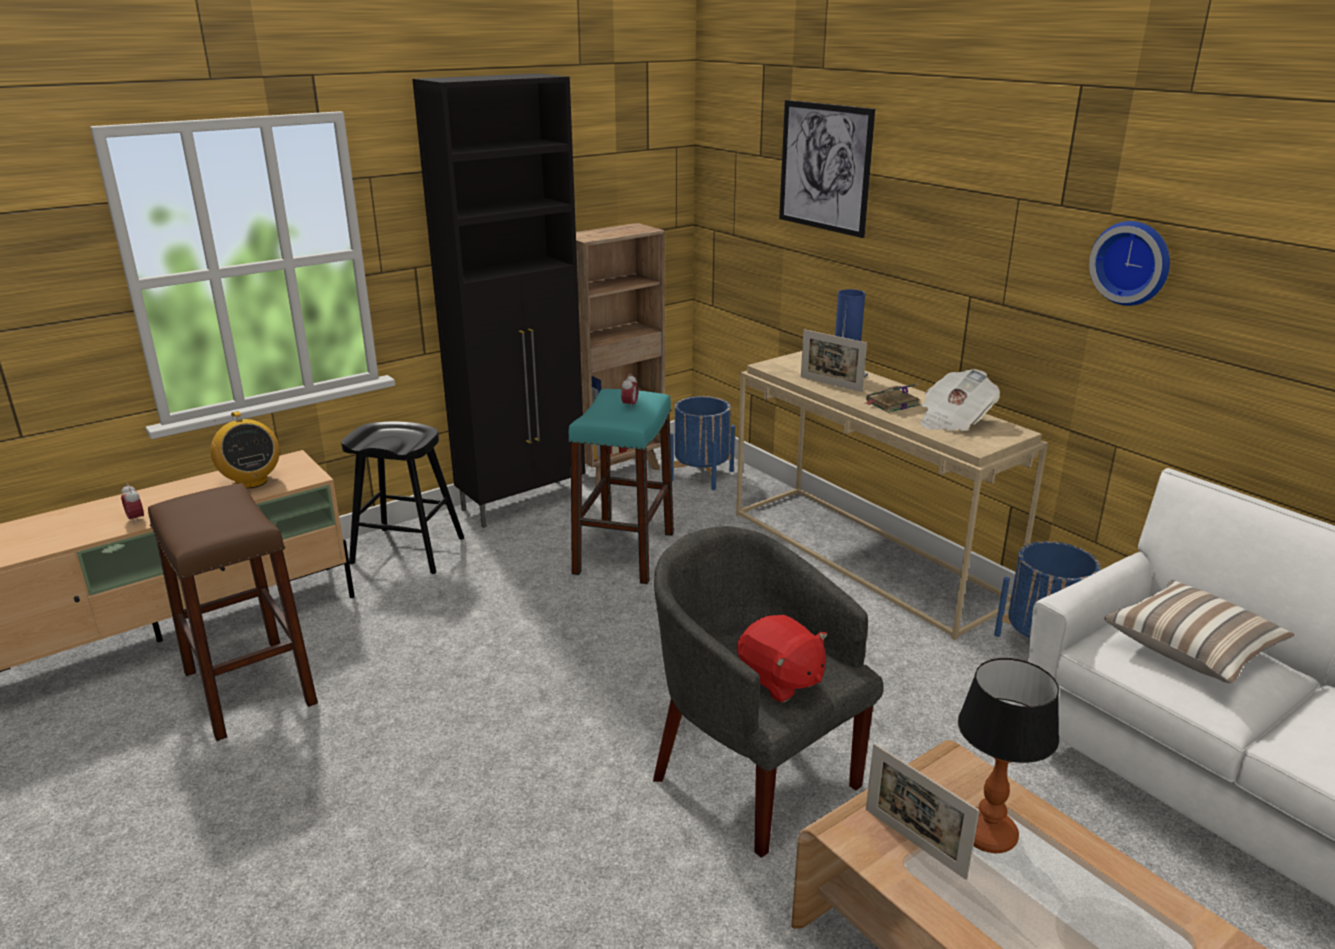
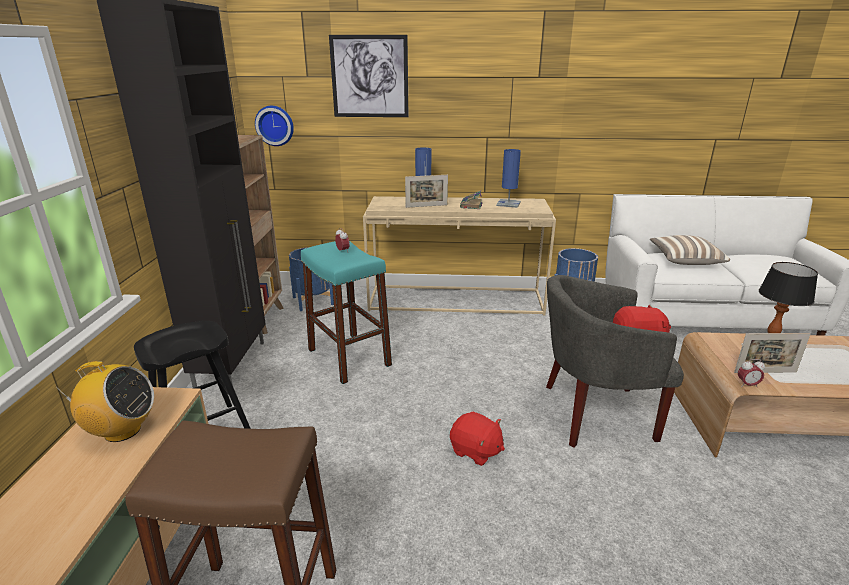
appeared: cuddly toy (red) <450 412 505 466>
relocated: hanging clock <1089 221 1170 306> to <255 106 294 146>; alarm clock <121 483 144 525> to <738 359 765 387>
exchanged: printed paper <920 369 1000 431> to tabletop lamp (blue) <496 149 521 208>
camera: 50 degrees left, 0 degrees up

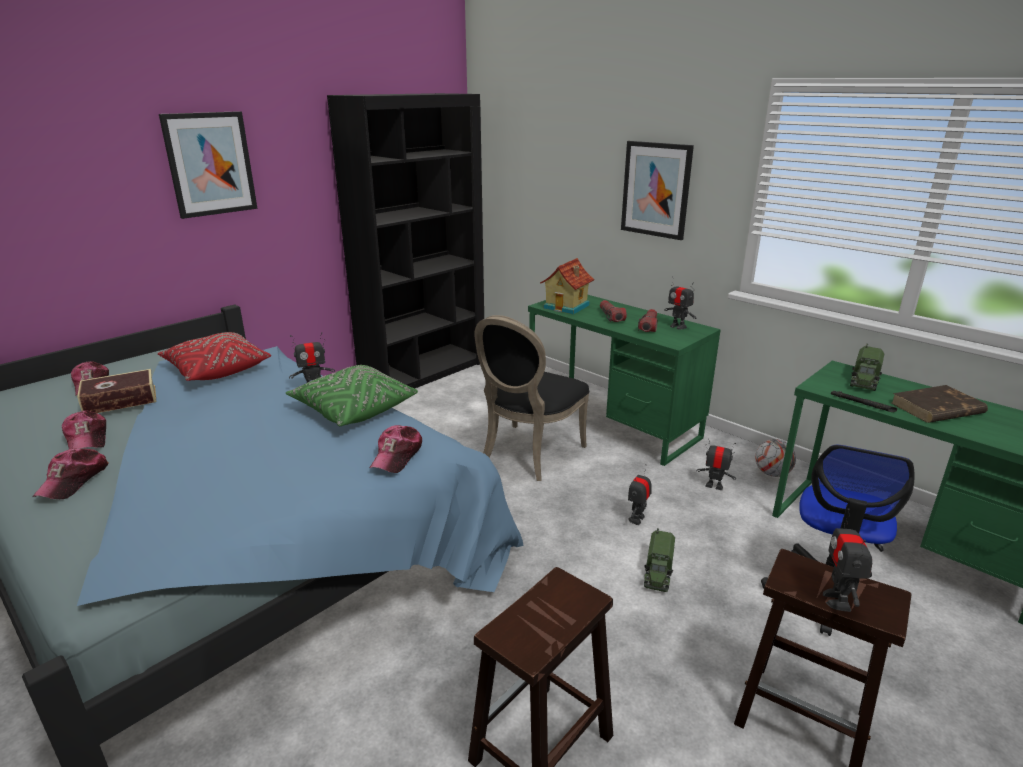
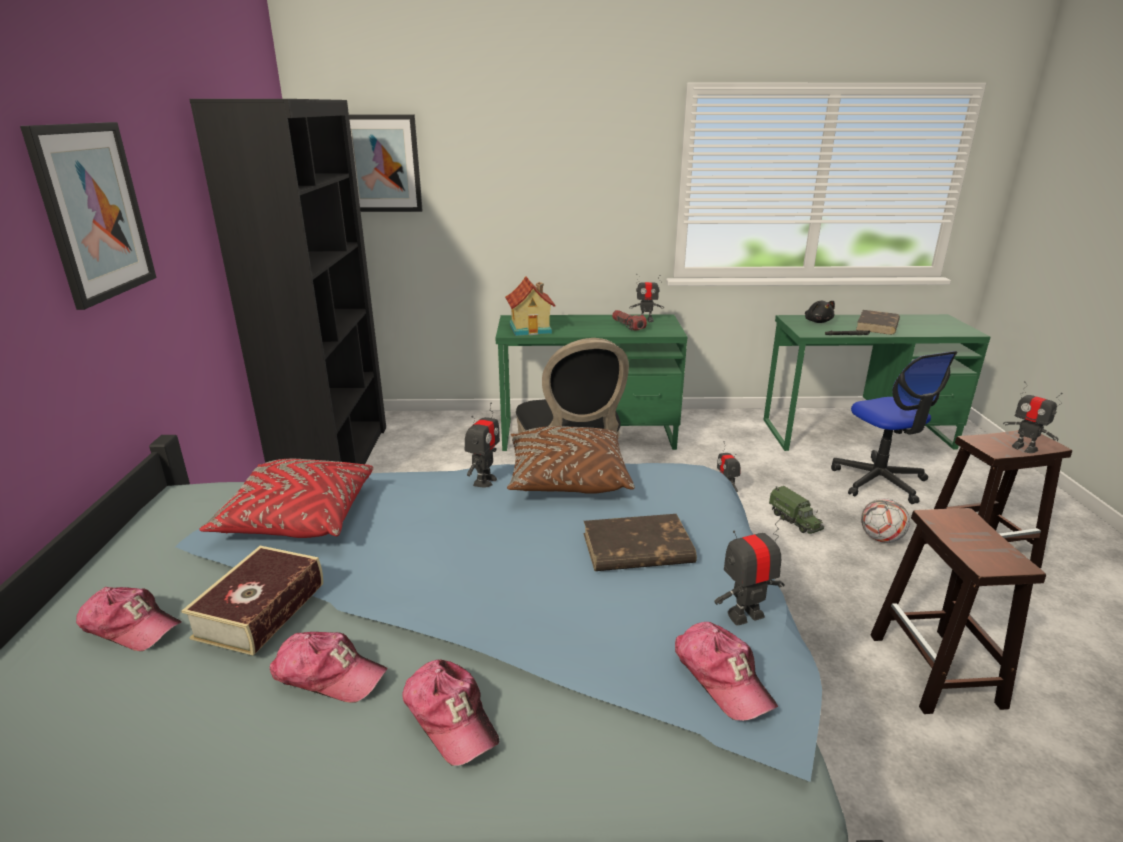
missing: hand torch <600 300 627 322>
appeared: volume (brown) <583 514 697 571>
relocated: wall art <621 141 694 240> to <349 115 423 212>; baseball cap <370 425 422 473> to <675 622 778 721>; model robot <696 439 736 490> to <714 517 785 625>; football <755 439 796 477> to <861 498 910 543>
exchanged: model truck <850 343 884 391> to cuddly toy (black-coloured) <805 301 835 323>
colour: cushion (green) <286 365 418 426> to cushion (brown) <507 426 635 494>
camera: 45 degrees left, 0 degrees up

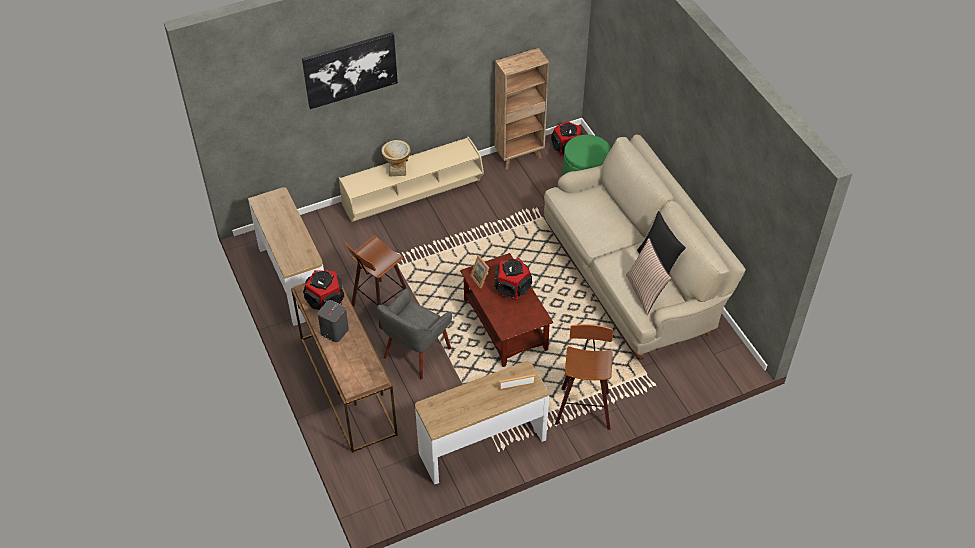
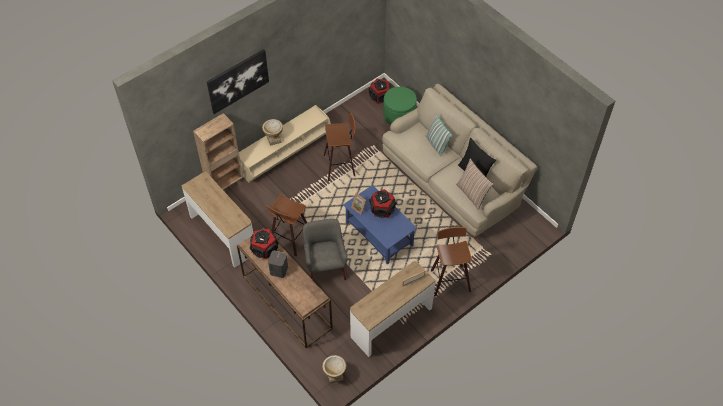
appeared: decorative vase <322 355 346 384>; stool seat <324 113 355 182>; cushion <426 114 452 157>
relocated: bookcase (brown) <495 48 549 170> to <193 113 243 190>
colour: low table (brown) <460 253 553 367> to low table (blue) <343 185 417 265>
spun: easy chair (grey) <377 288 452 379> = <303 219 347 280> 150 degrees clockwise
camera: 15 degrees left, 5 degrees up

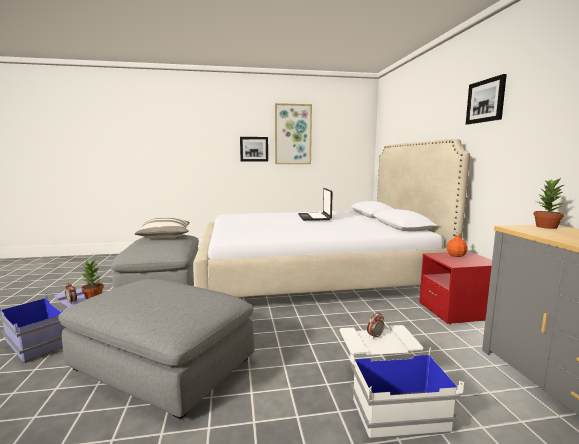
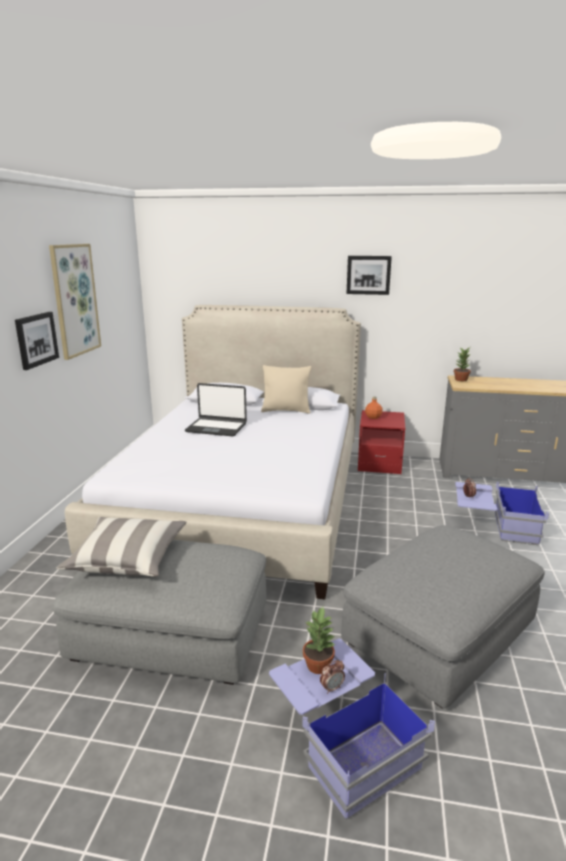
appeared: cushion (sand-coloured) <261 365 312 414>
colour: storage bin (whitish) <339 325 464 440> to storage bin (blue) <455 482 549 545>
camera: 70 degrees left, 10 degrees up

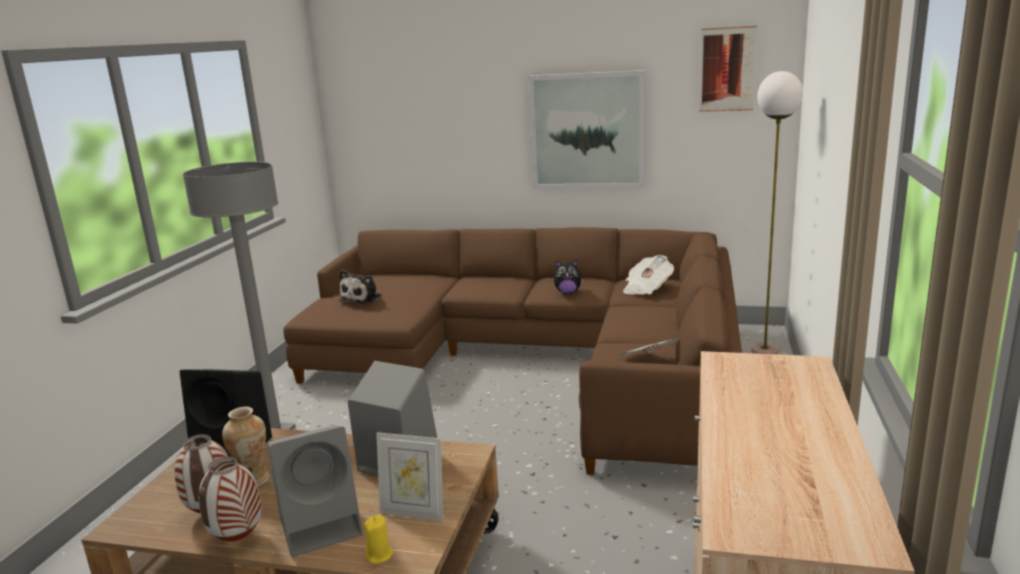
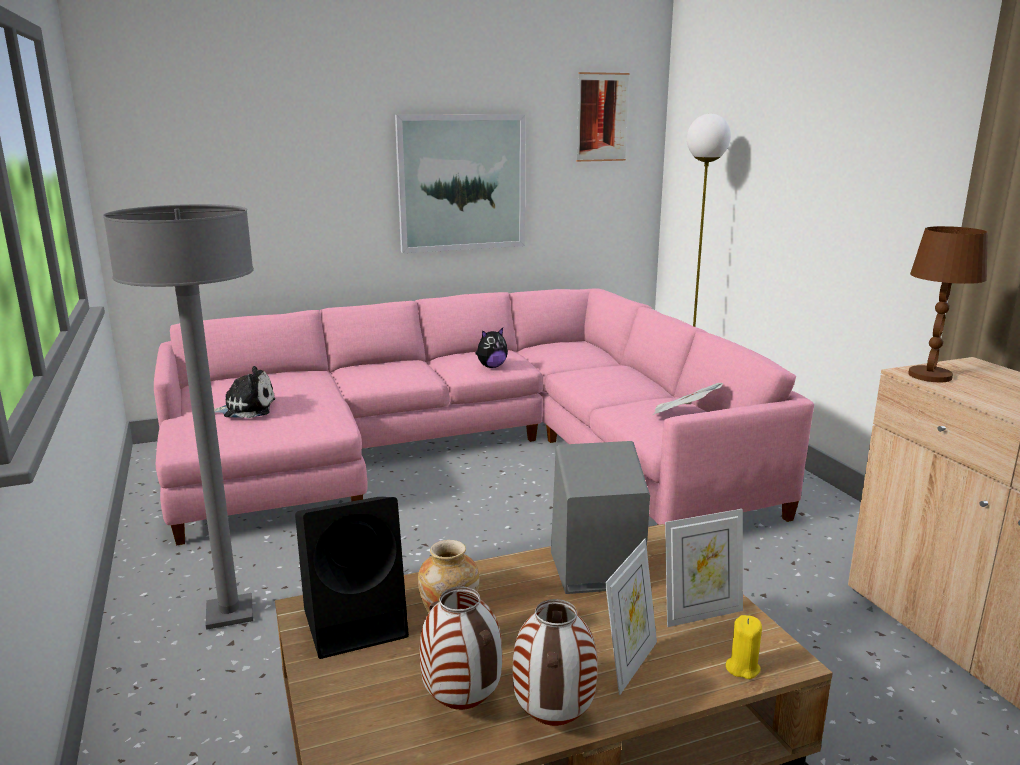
missing: printed paper <623 255 674 295>
appeared: tabletop lamp (brown) <908 226 988 382>
exchanged: loudspeaker (grey) <267 425 363 557> to standing frame <605 539 657 695>
colour: sofa (brown) <283 227 742 475> to sofa (pinkish) <154 288 814 546>
spun: cuddly toy <339 270 382 304> = <214 366 275 418> 90 degrees counterclockwise
camera: 35 degrees left, 0 degrees up

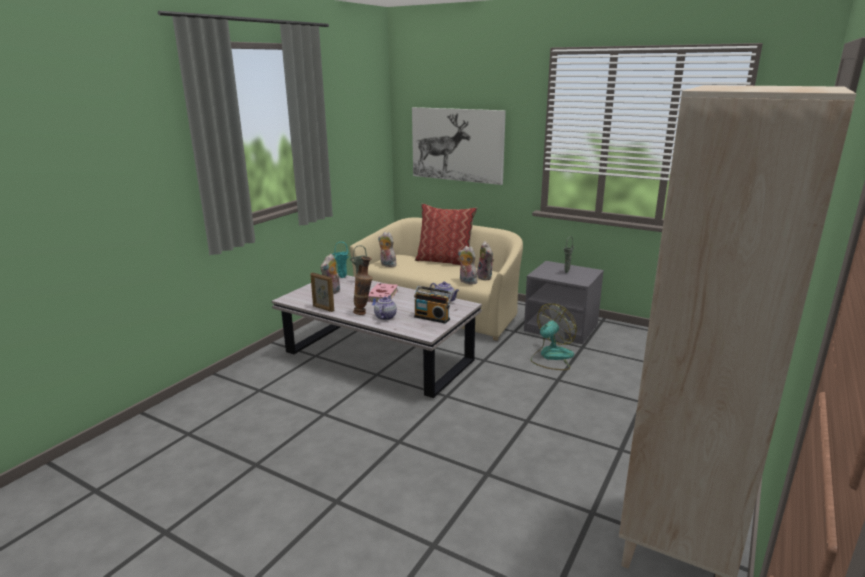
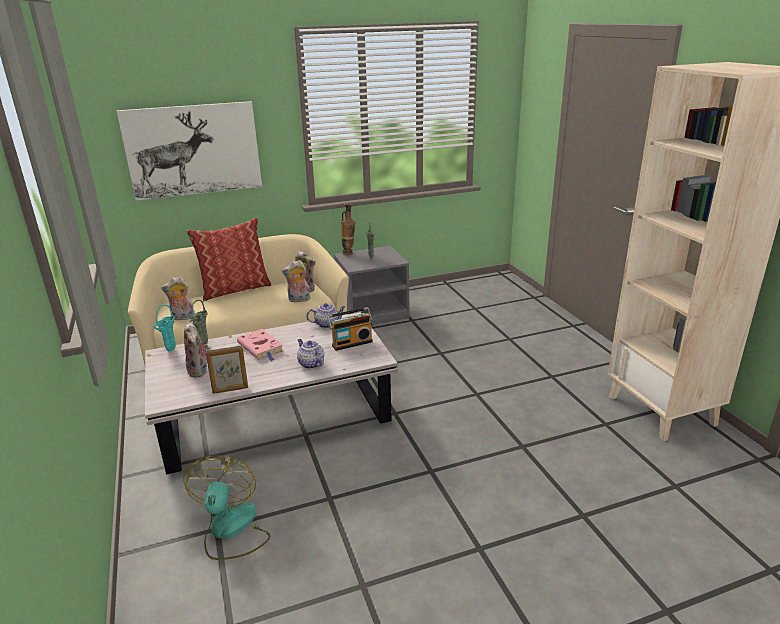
relocated: electric fan <531 304 577 370> to <183 455 270 560>; decorative vase <353 257 373 315> to <341 204 356 255>
camera: 50 degrees left, 5 degrees up

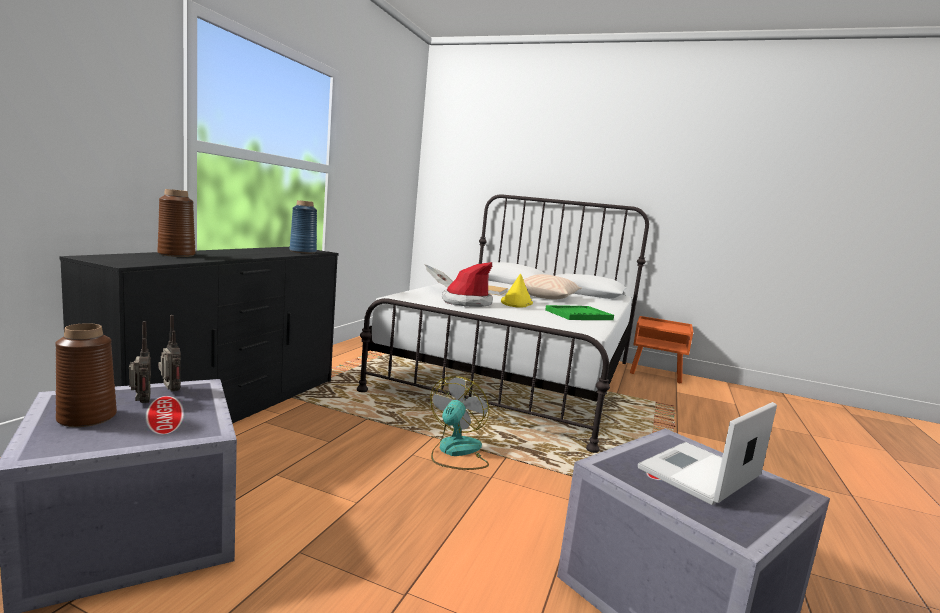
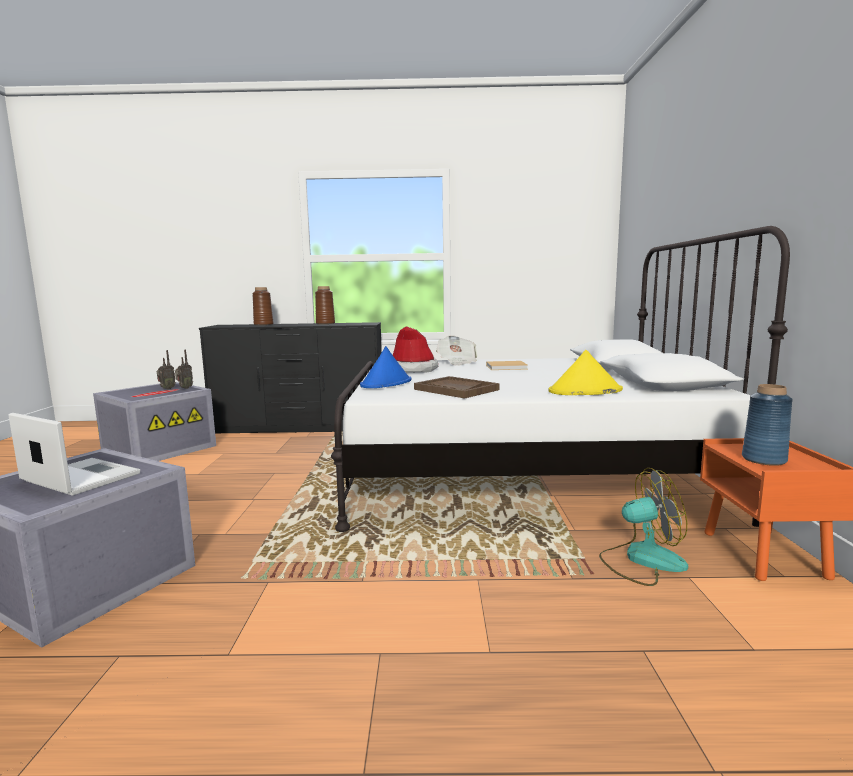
missing: cushion (sand-coloured) <512 274 582 299>
appeared: hat (blue) <360 346 411 388>
relocated: decorative vase (brown) <55 323 117 427> to <315 286 335 324>; hat (yellow) <501 274 533 308> to <548 350 623 395>; electric fan <430 376 489 470> to <599 468 688 586>; decorative vase (blue) <290 200 317 253> to <742 384 793 466>
colour: carrying tray (green) <545 305 614 320> to carrying tray (brown) <414 376 500 399>
camera: 70 degrees right, 0 degrees up

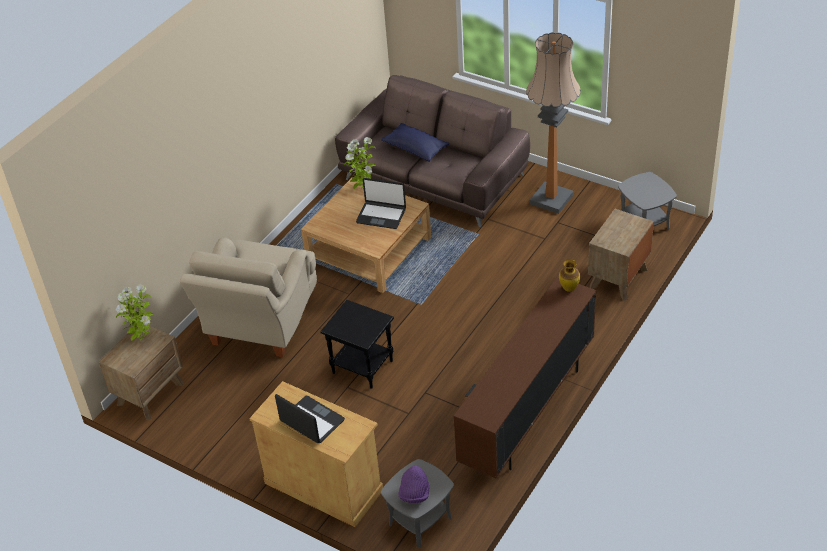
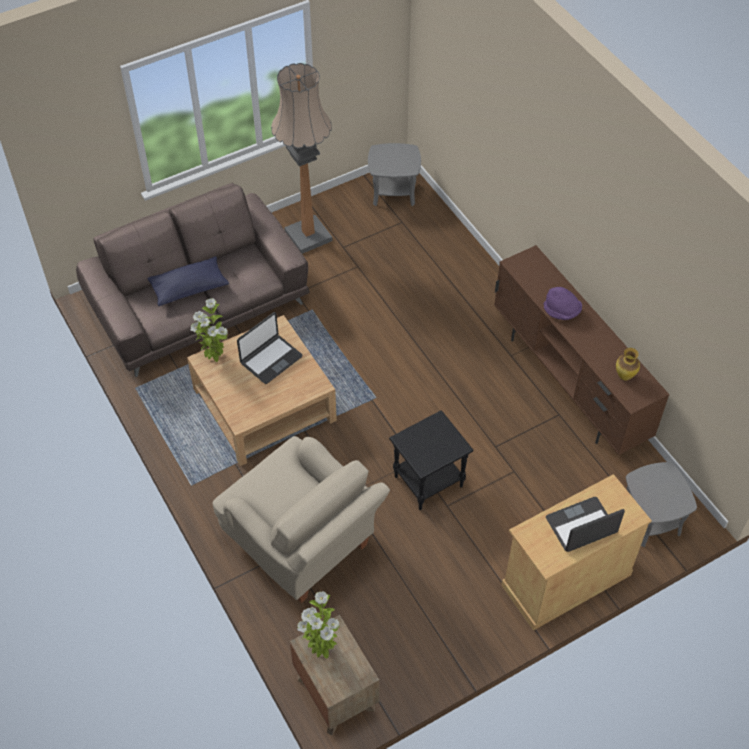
missing: night table (brown) <588 209 654 301>
relocated: hat (purple) <398 465 429 503> to <544 287 582 320>; decorative vase <559 259 580 292> to <616 348 640 380>
camera: 65 degrees left, 10 degrees up

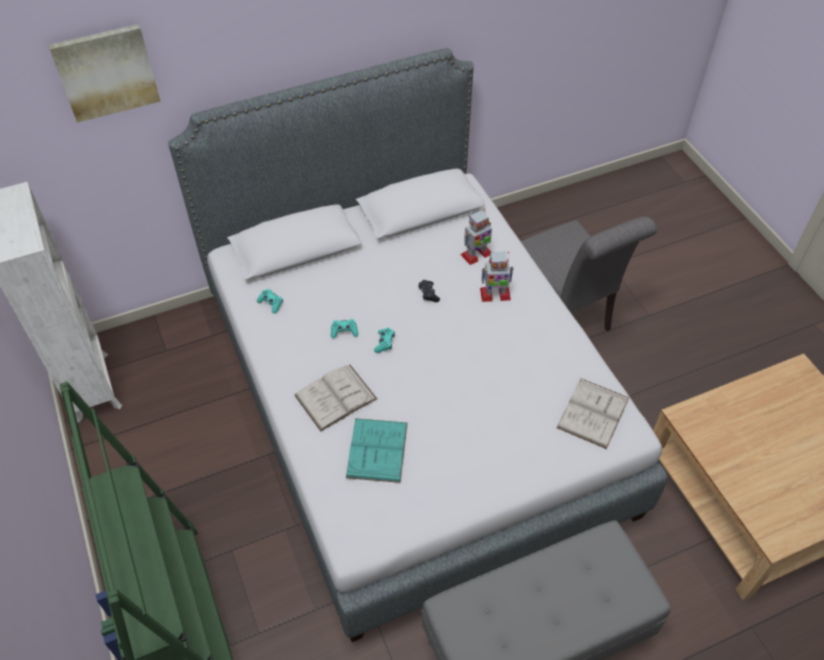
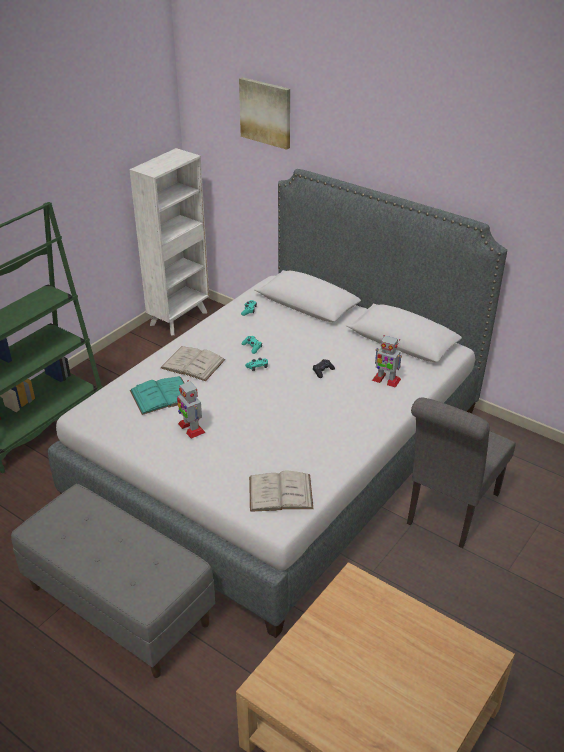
relocated: model robot <480 252 514 302> to <177 380 206 439>
camera: 60 degrees right, 15 degrees down

